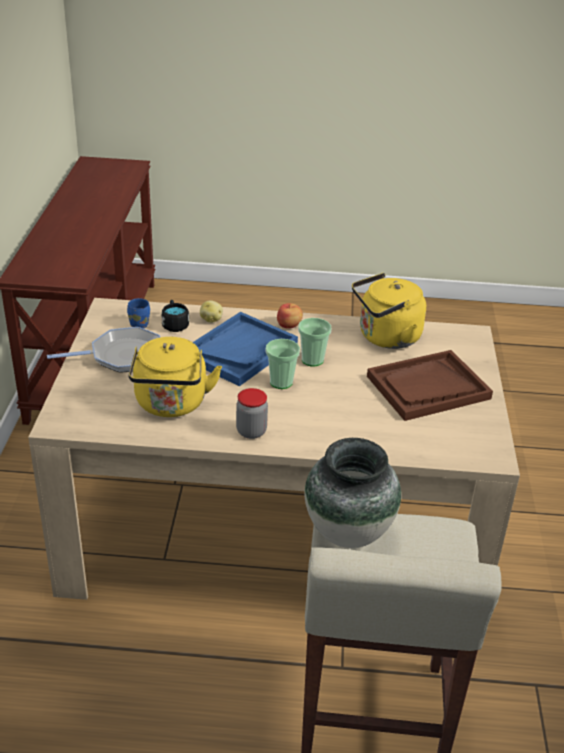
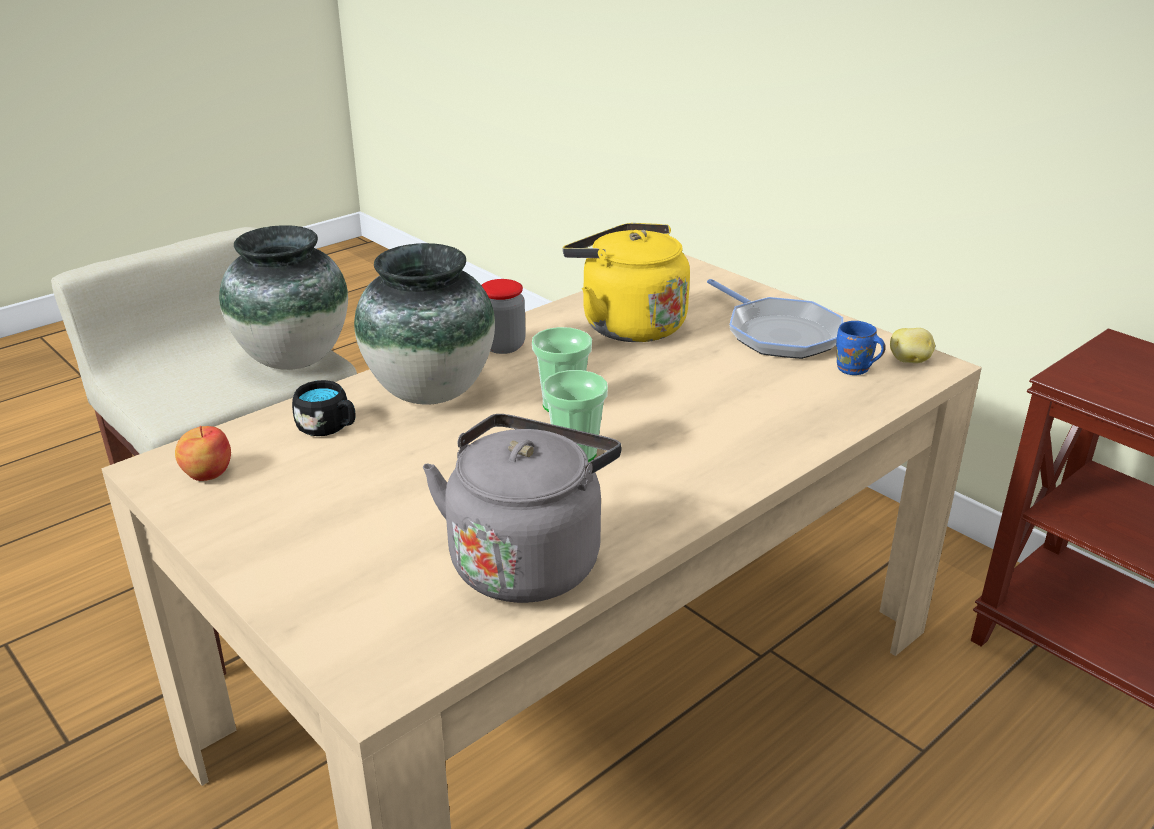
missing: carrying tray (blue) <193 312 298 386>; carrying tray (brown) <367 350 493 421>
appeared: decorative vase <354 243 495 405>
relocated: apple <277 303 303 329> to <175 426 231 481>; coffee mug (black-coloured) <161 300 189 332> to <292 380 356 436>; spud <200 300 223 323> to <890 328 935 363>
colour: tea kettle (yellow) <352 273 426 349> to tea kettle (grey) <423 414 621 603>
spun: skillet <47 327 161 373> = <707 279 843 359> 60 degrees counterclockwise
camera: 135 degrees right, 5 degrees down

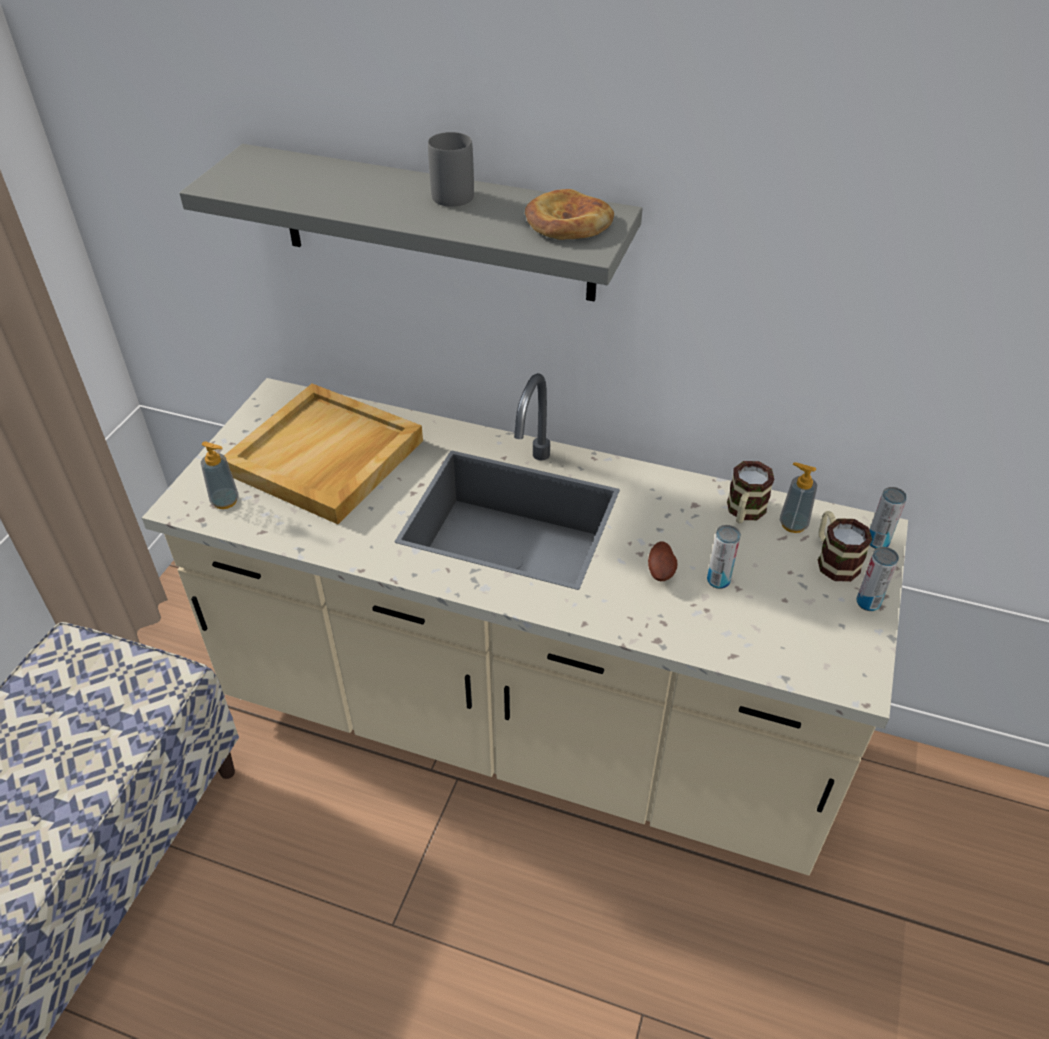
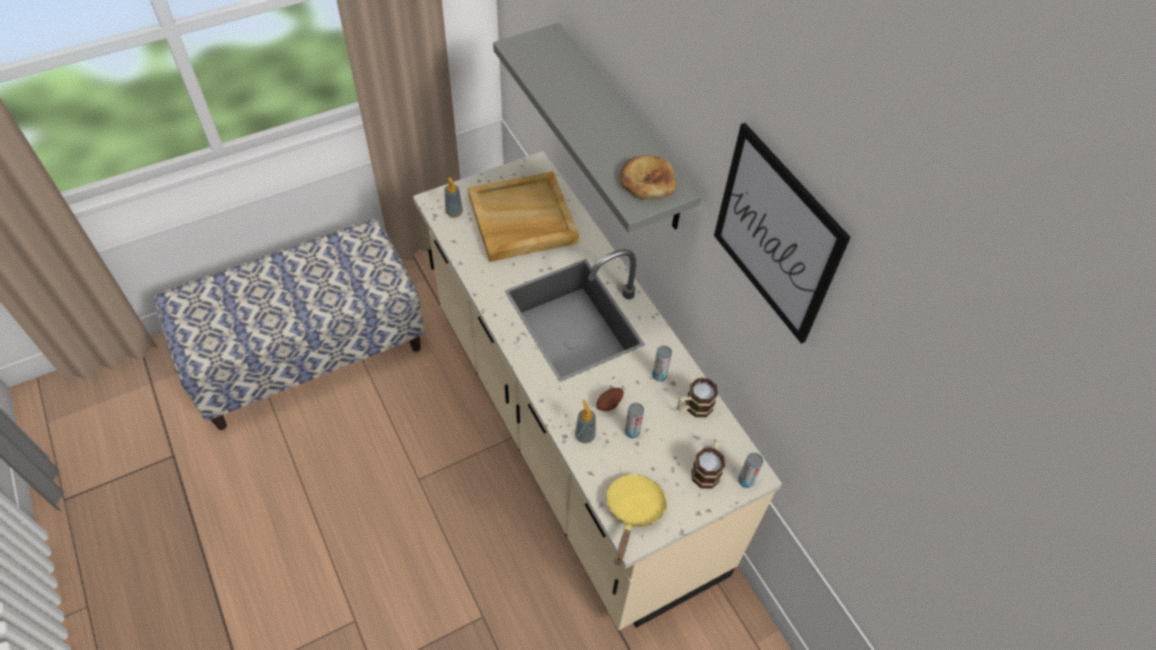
missing: coffee mug (grey) <428 132 474 207>
appeared: skillet (yellow) <607 475 667 566>; wall art <714 123 851 344>
relocated: liquid soap bottle <780 462 817 533> to <575 400 596 443>; sealed can <856 547 899 611> to <652 346 672 381>
camera: 40 degrees right, 10 degrees up

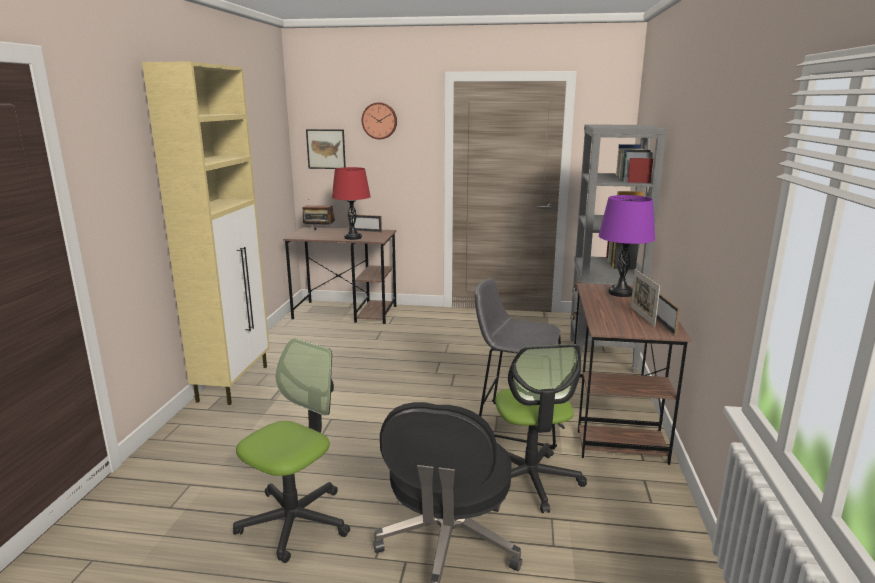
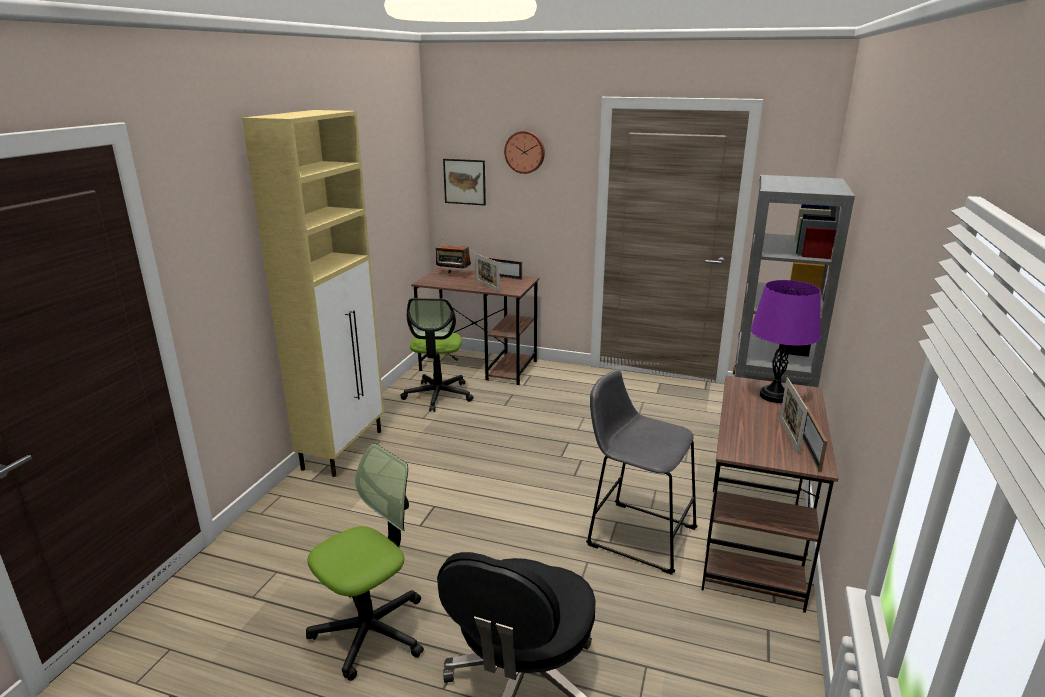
relocated: office chair <495 344 587 513> to <400 298 473 412>
exchanged: tabletop lamp (red) <332 167 371 240> to standing frame <475 254 500 292>
camera: 10 degrees right, 5 degrees up

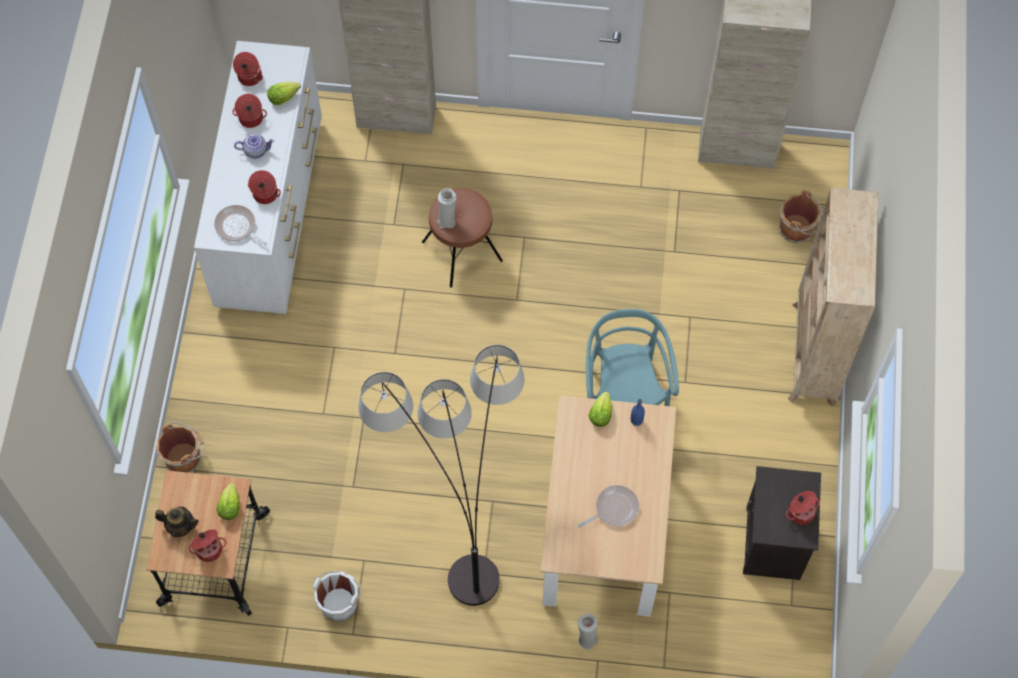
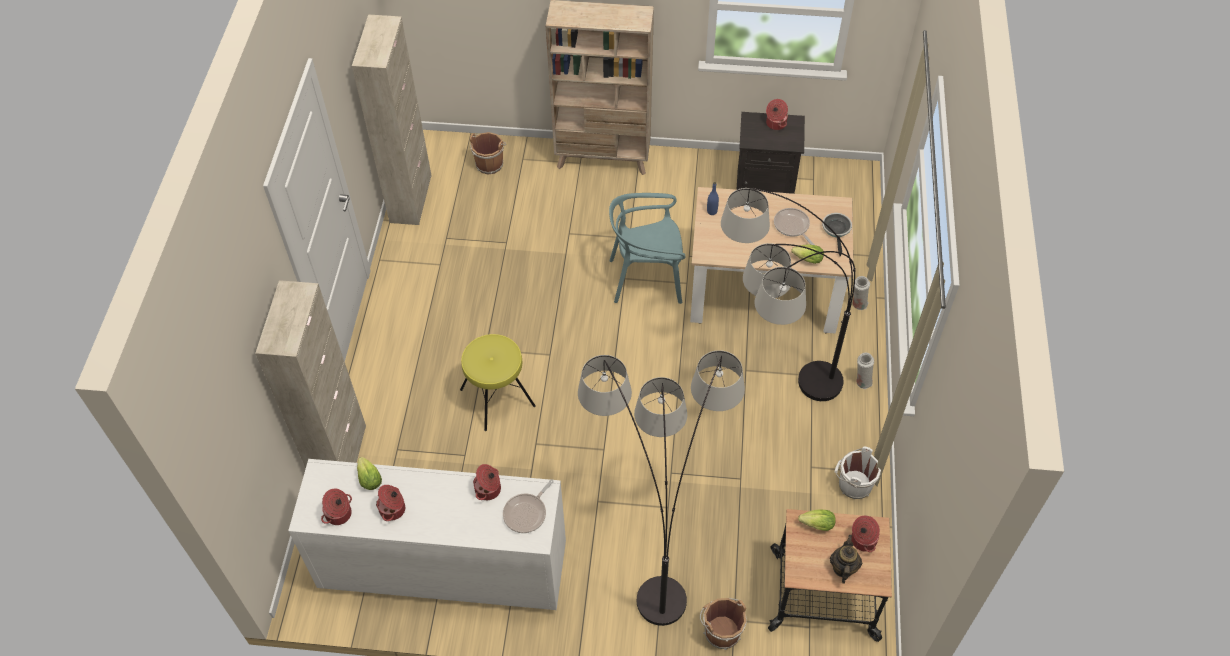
missing: pot for tea <234 134 274 159>
appeared: standard lamp <578 350 745 626>; skillet <822 213 852 257>
relocated: head of lettuce <588 391 612 427> to <792 245 824 264>; decorative vase (whitish) <437 188 457 228> to <856 353 874 389>
colour: stool seat (brown) <422 188 503 288> to stool seat (yellow) <460 334 536 431>
camera: 90 degrees left, 10 degrees down

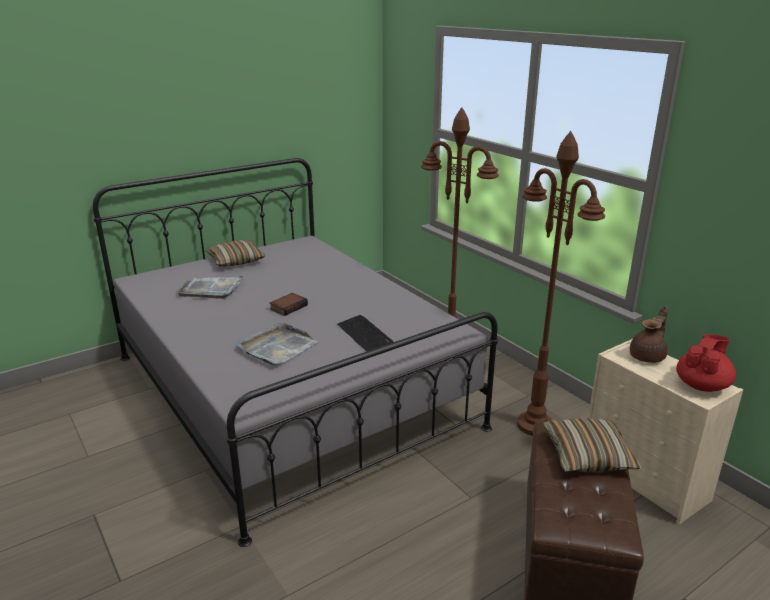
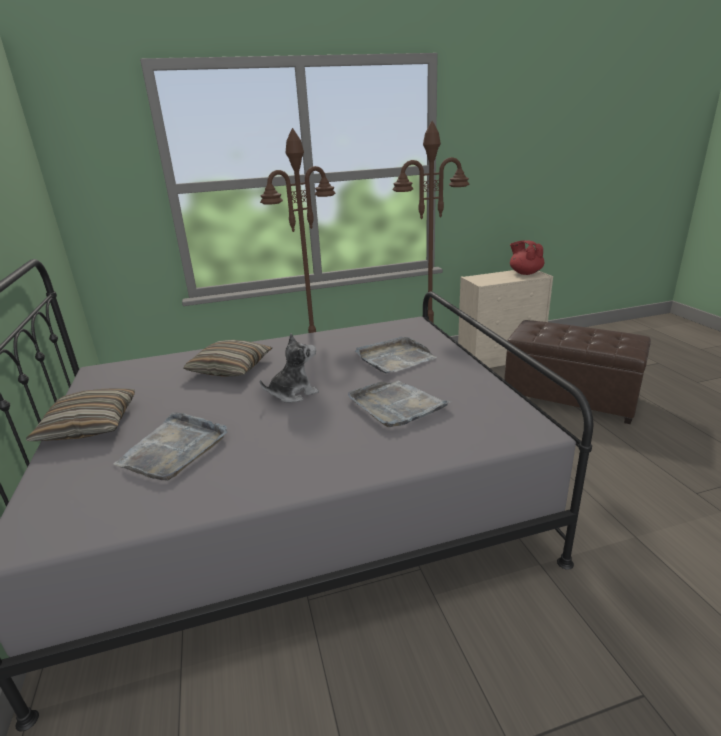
missing: pot for tea (brown) <630 306 668 363>
relocated: cushion <543 418 641 472> to <183 340 272 377>
exchanged: volume <270 293 308 316> to cuddly toy <260 334 319 403>; PC keyboard <337 315 394 351> to carrying tray (grey) <355 337 437 374>
camera: 70 degrees left, 0 degrees up

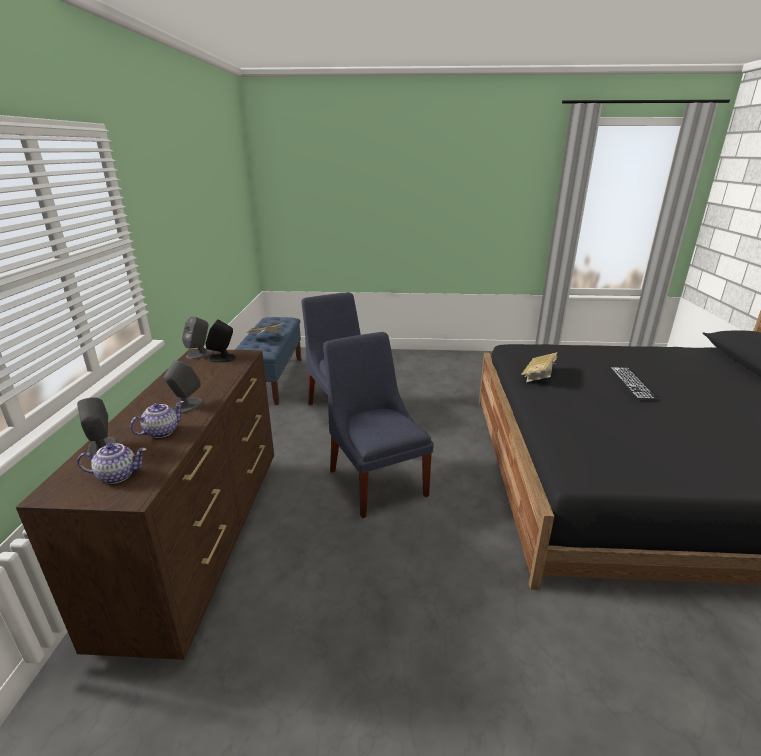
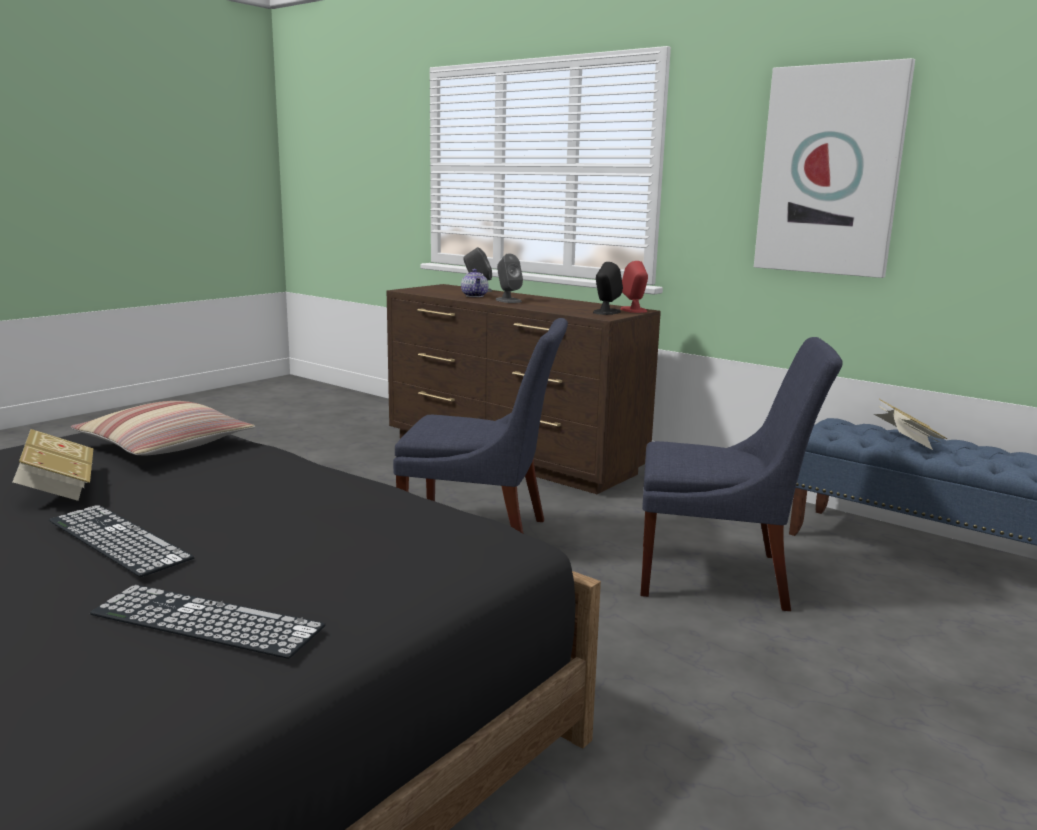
missing: pot for tea <78 443 147 484>
appeared: cushion <71 401 255 455>; PC keyboard <90 585 325 659>; wall art <754 58 915 278>
relocated: volume <521 352 558 382> to <12 429 94 501>
colour: loudspeaker (grey) <182 316 213 360> to loudspeaker (red) <620 261 648 313>
camera: 125 degrees right, 10 degrees down

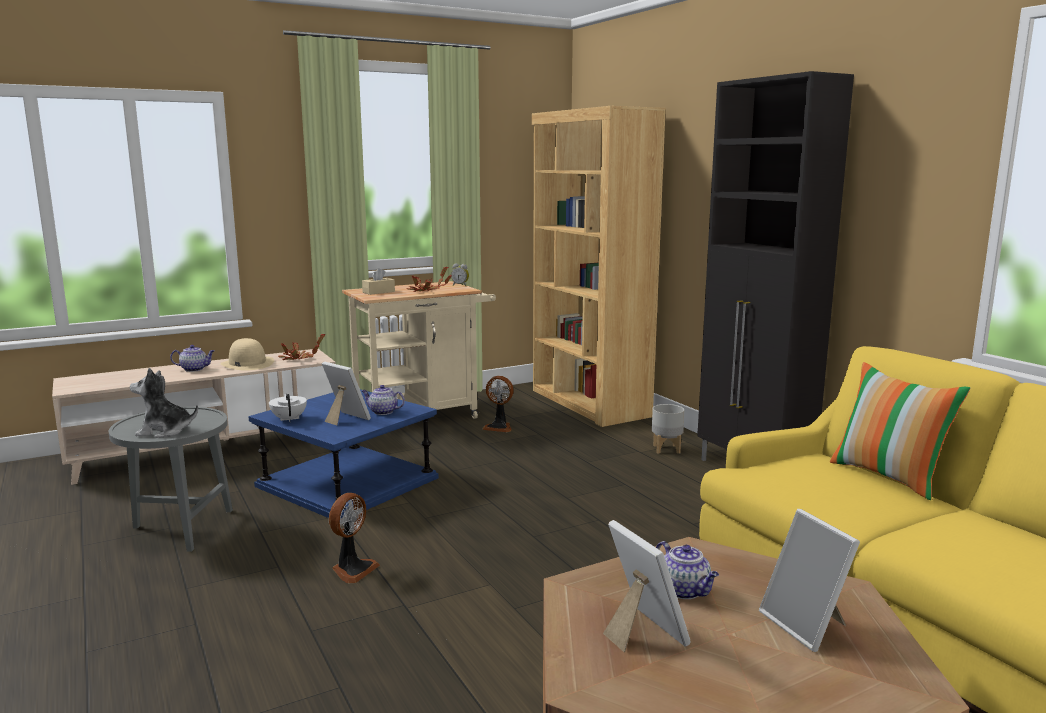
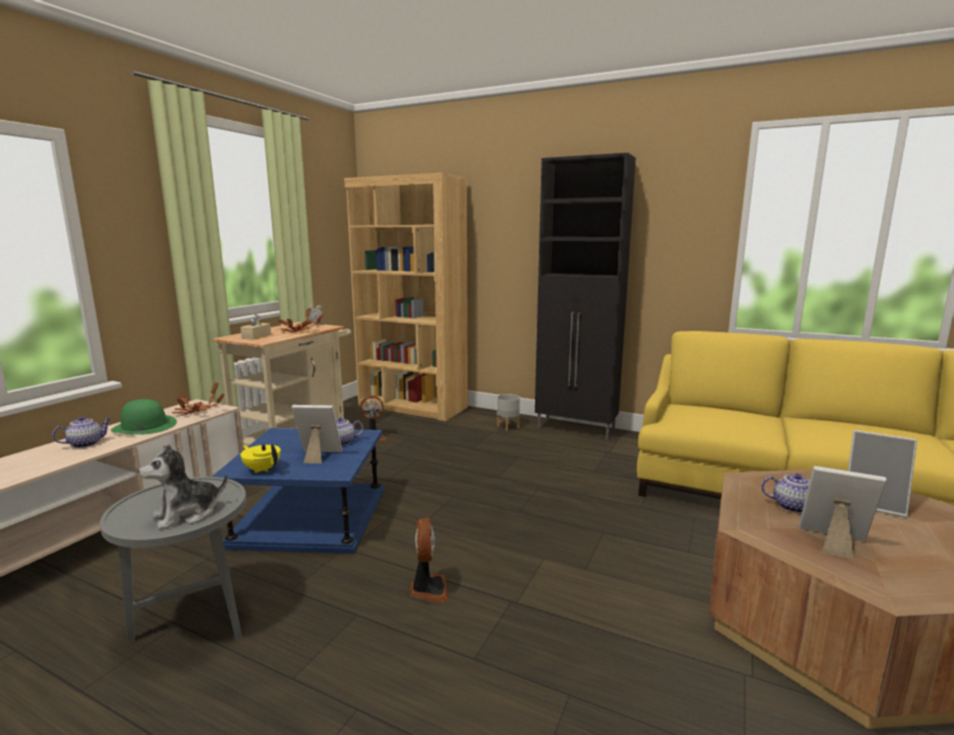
missing: cushion <830 362 971 500>
colour: hat (sand-coloured) <220 338 274 371> to hat (green) <111 399 177 434>; pot for tea (whitish) <269 394 307 422> to pot for tea (yellow) <240 443 281 473>
camera: 35 degrees left, 0 degrees up

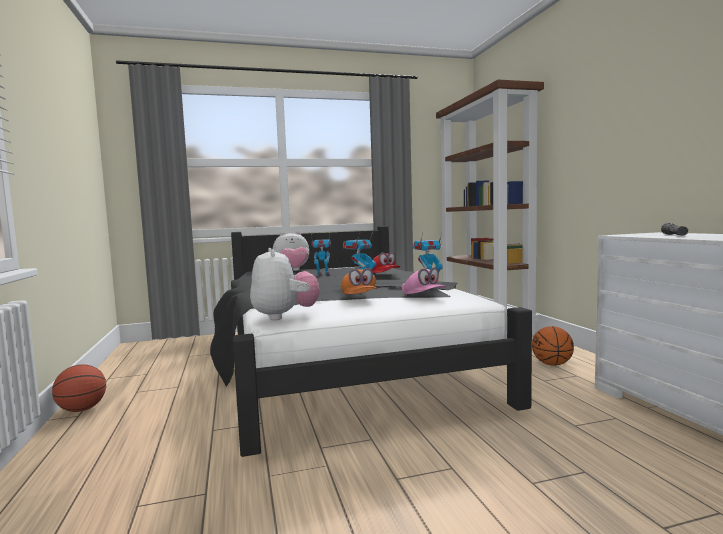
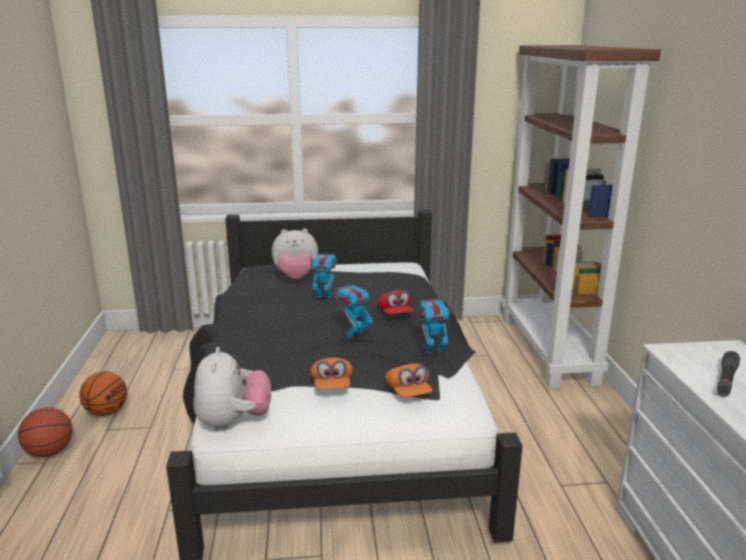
relocated: basketball ball <532 326 574 366> to <79 371 127 416>
colour: baseball cap (pinkish) <402 267 446 294> to baseball cap (orange-coloured) <386 364 433 397>
camera: 10 degrees right, 15 degrees up

